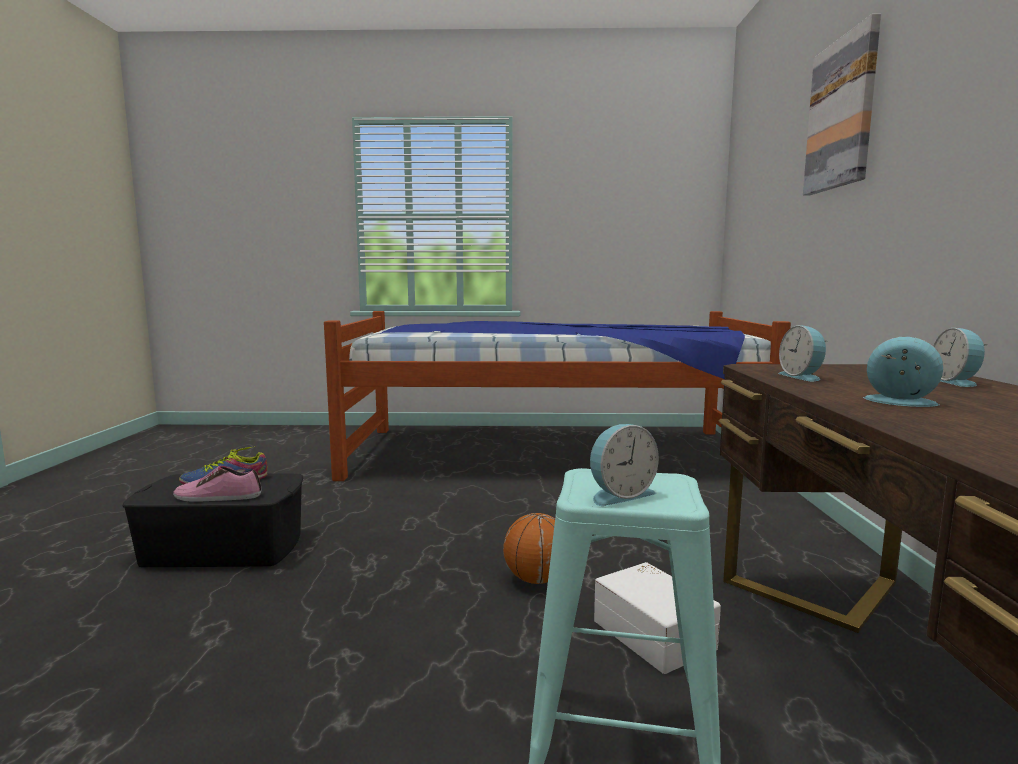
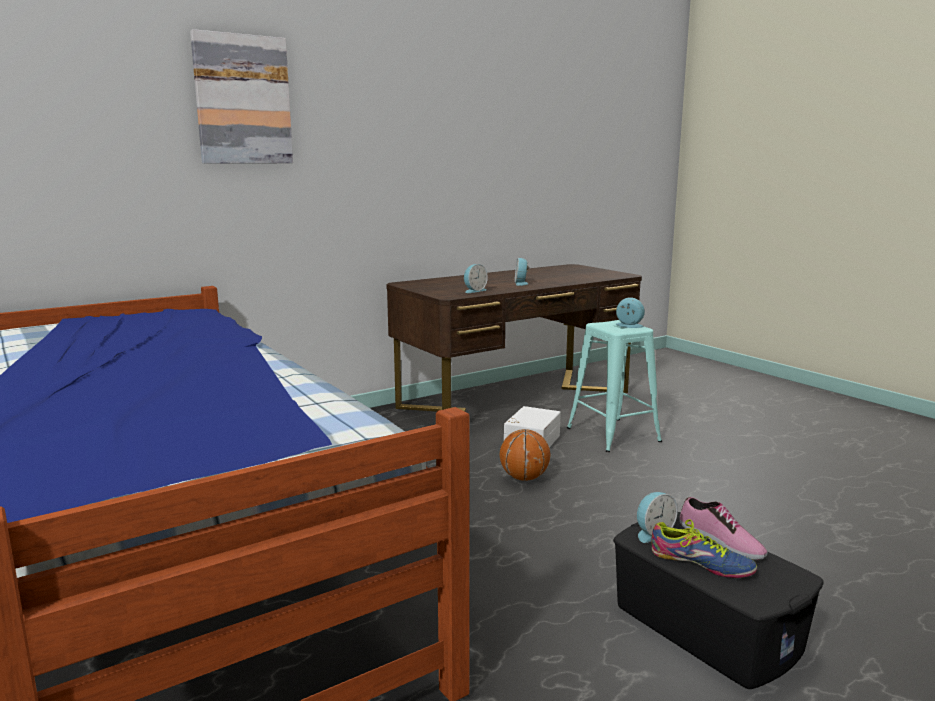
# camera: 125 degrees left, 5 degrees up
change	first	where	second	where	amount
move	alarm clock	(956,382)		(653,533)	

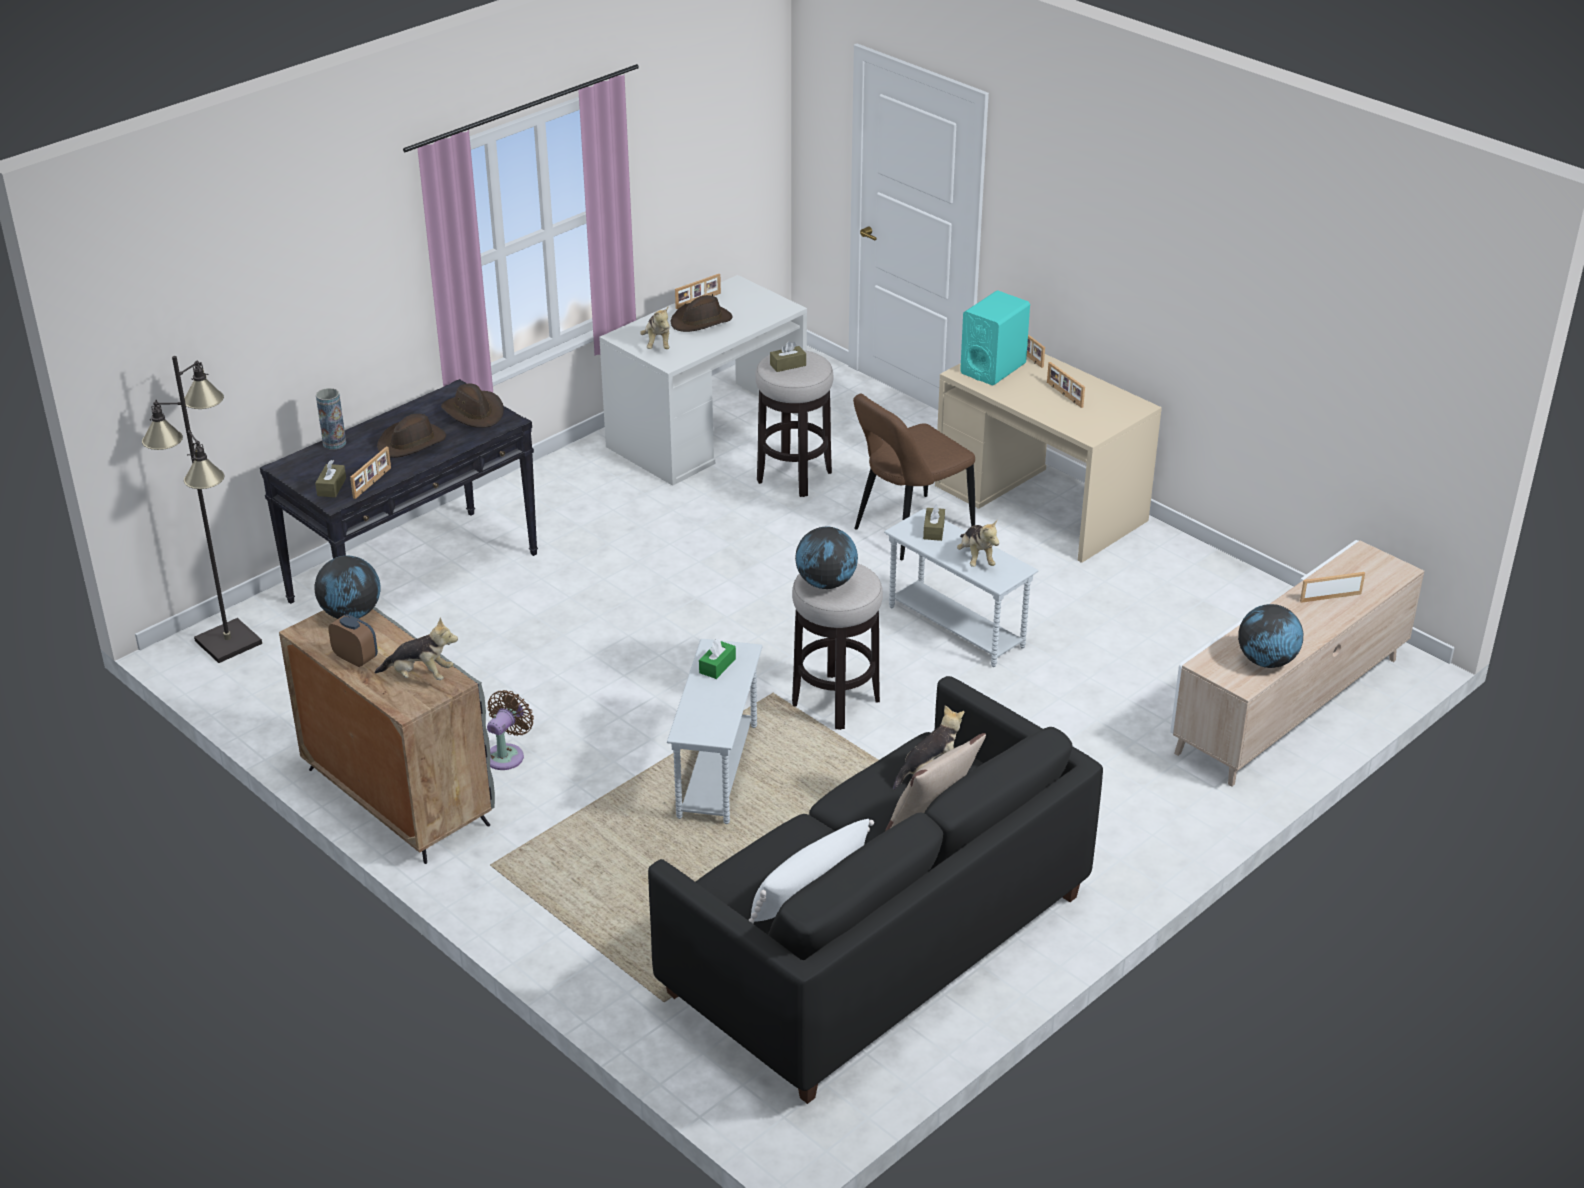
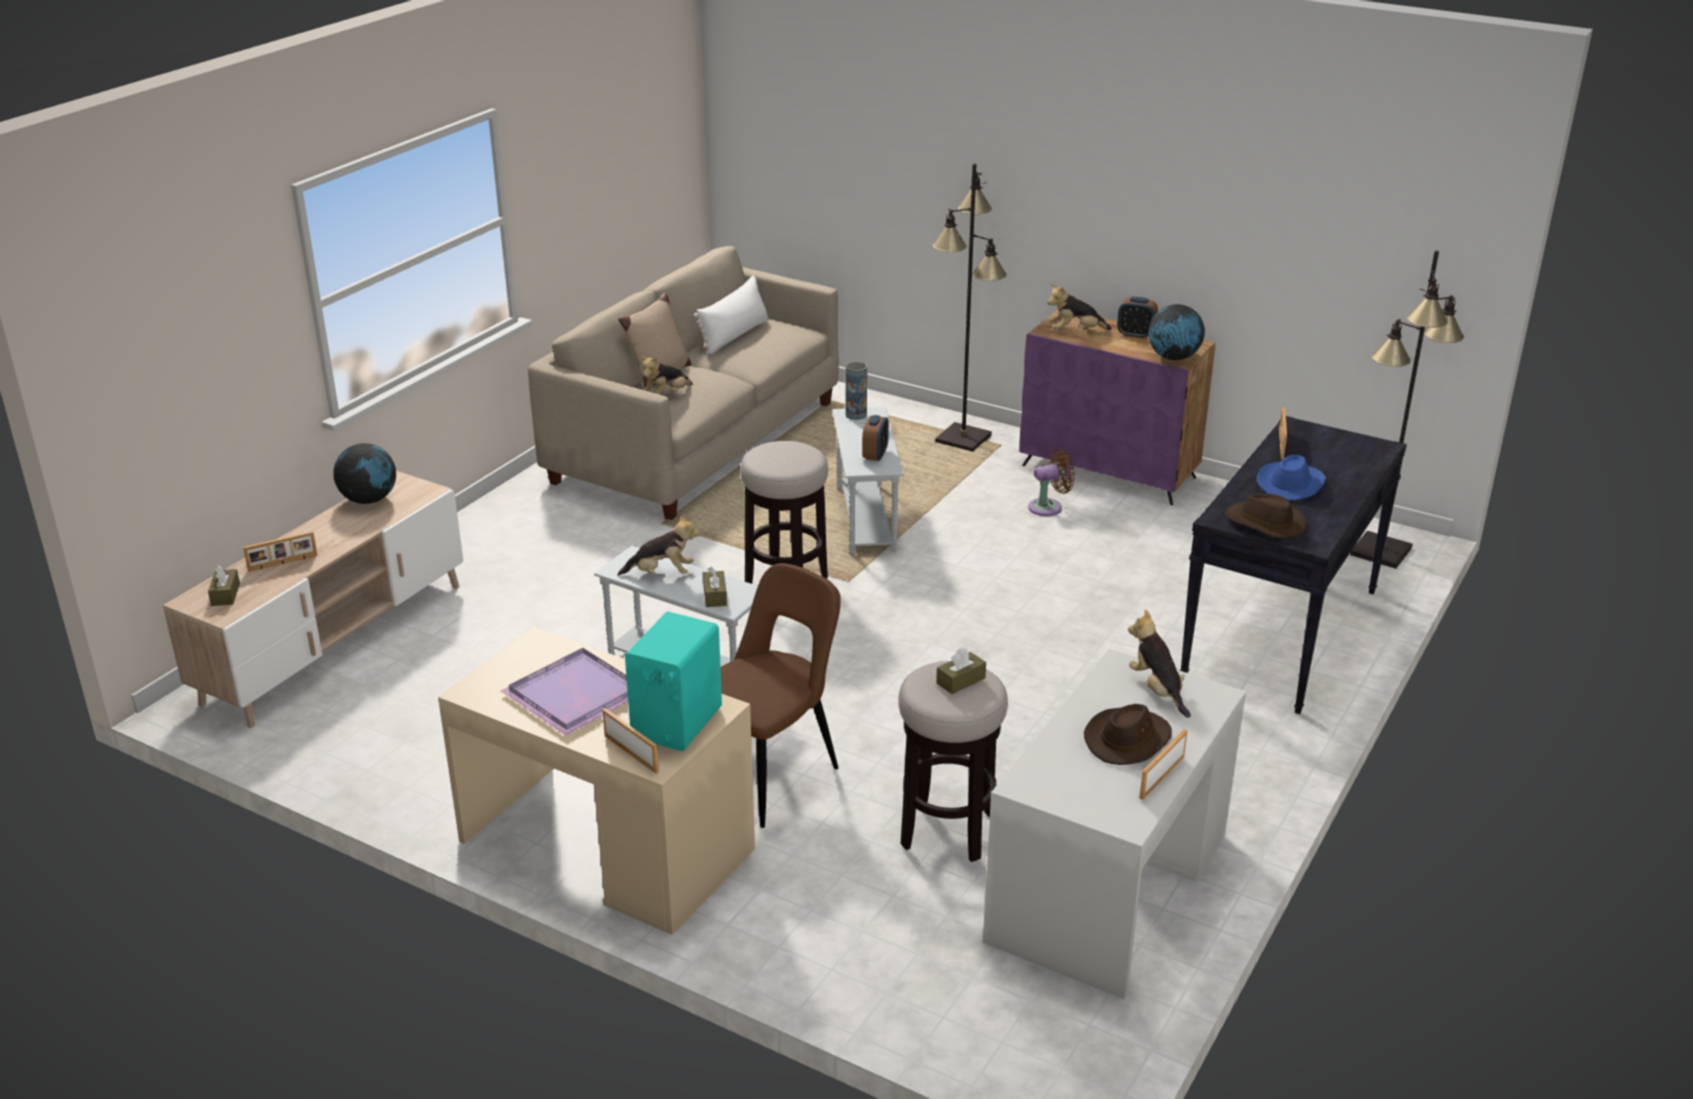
# camera: 165 degrees right, 5 degrees down
change	first	where	second	where	amount
recolor	grey cabinet	(396,796)	purple cabinet	(1109,471)	
move	brown tissue box	(331,487)		(225,594)	
move	vase	(334,443)		(856,415)	
recolor	brown hat	(412,443)	blue hat	(1290,484)	
rotate	brown fan	(507,755)		(1049,507)	120 degrees counterclockwise
recolor	black sofa	(877,944)	beige sofa	(696,442)	
replace	green tissue box	(717,666)	alarm clock	(875,455)	
delete	globe	(826,583)			
rotate	plush toy	(976,558)		(662,574)	120 degrees clockwise
replace	picture frame	(1064,395)	purple tray	(572,695)	
insert			black floor lamp	(964,439)	

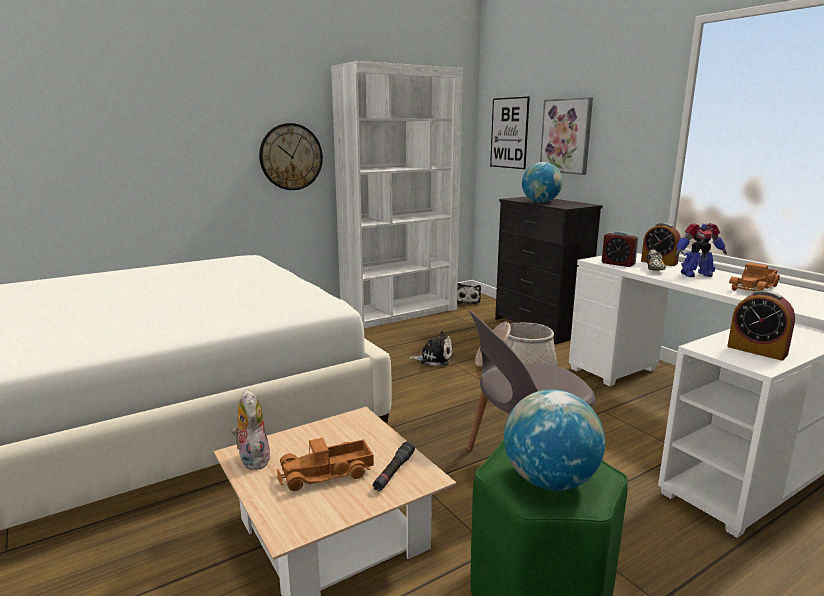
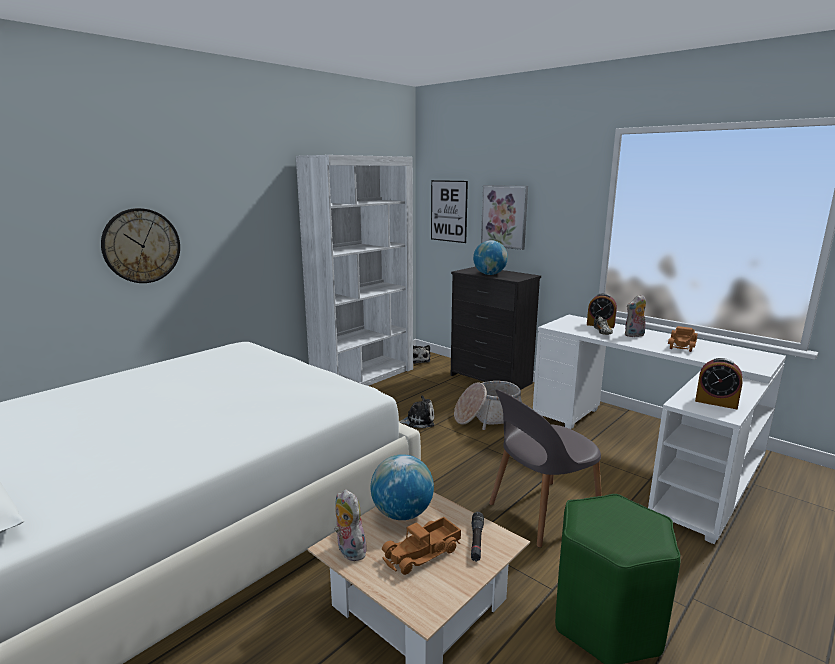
# camera: 15 degrees left, 0 degrees up
change	first	where	second	where	amount
move	wall clock	(291,157)		(141,246)	
move	globe	(549,481)		(402,513)	
delete	alarm clock	(618,264)			
replace	toy robot	(695,274)	plush toy	(634,335)	

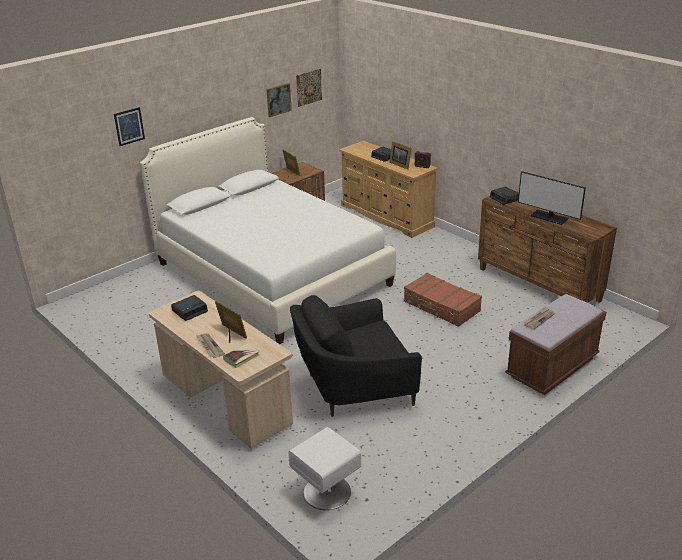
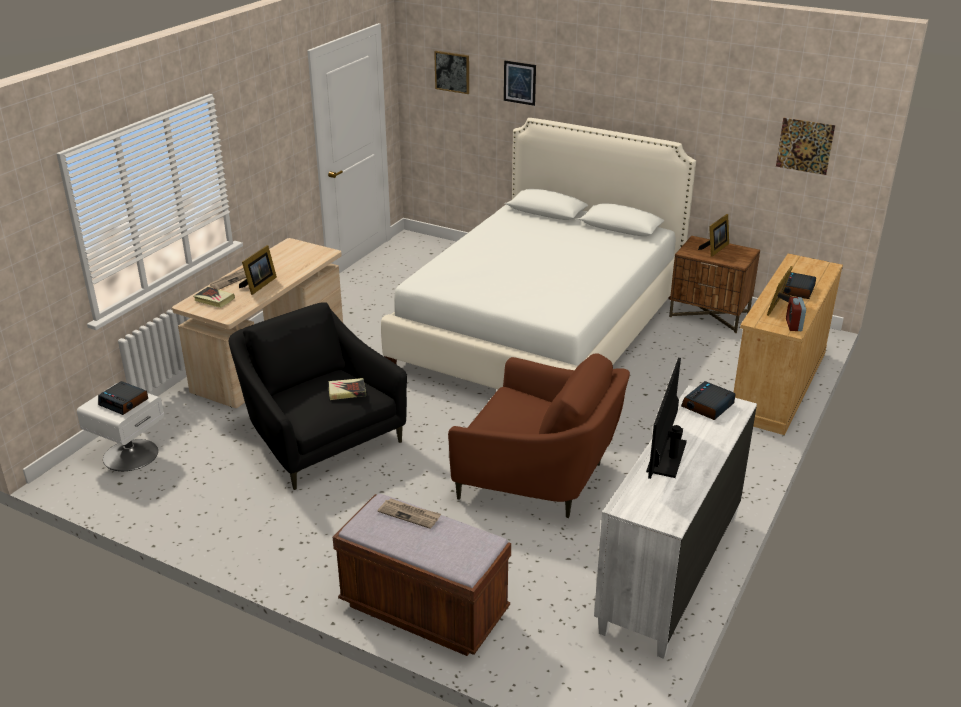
# camera: 70 degrees right, 0 degrees up
change	first	where	second	where	amount
move	alarm clock	(190,311)		(124,402)	
move	picture	(278,99)		(452,72)	
replace	brown suitcase	(441,307)	brown armchair	(539,477)	
recolor	brown dresser	(538,285)	white dresser	(669,572)	
insert			book	(347,391)	

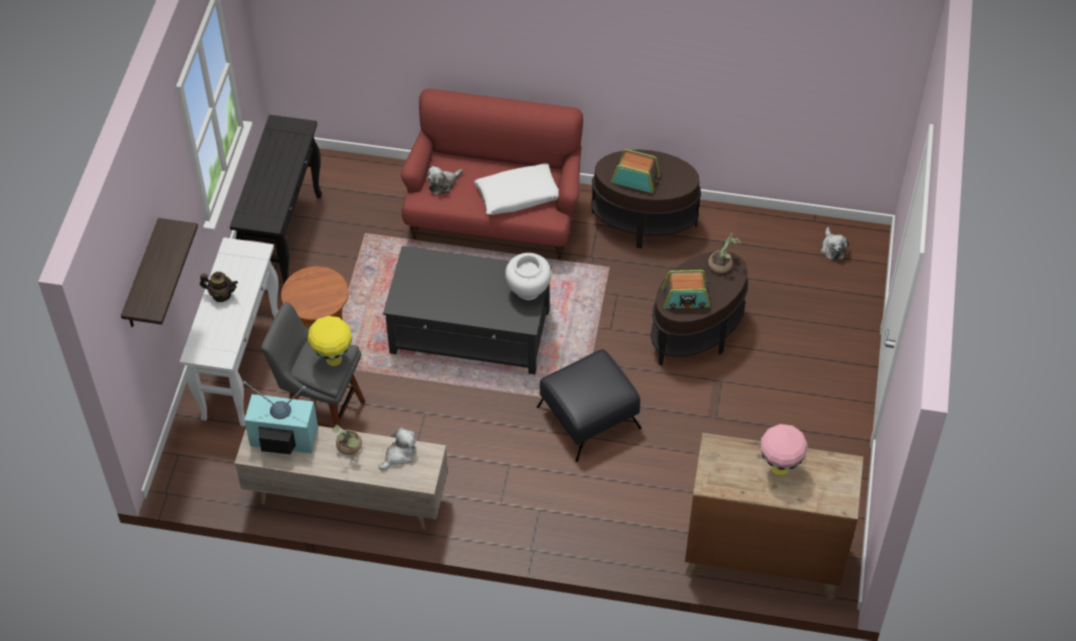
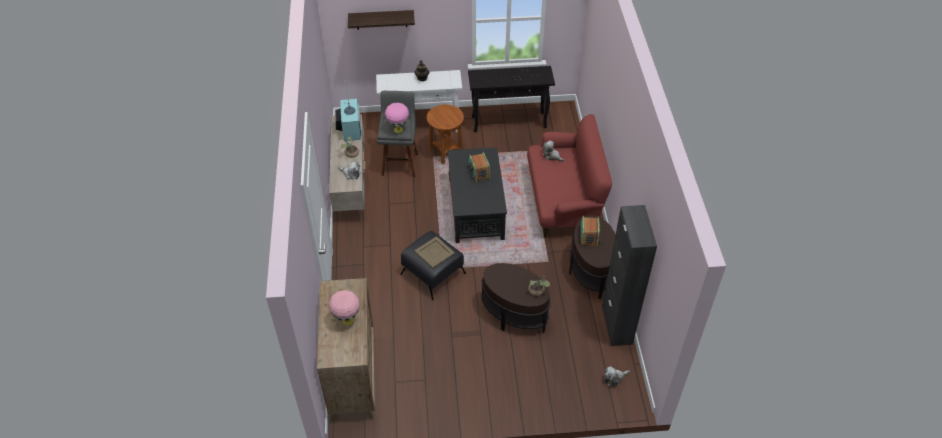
# camera: 75 degrees right, 5 degrees down
change	first	where	second	where	amount
recolor	yellow table lamp	(333,359)	pink table lamp	(398,129)	
delete	white pillow	(518,195)			
delete	white vase	(528,291)			
move	radio	(685,298)		(478,172)	
insert			beige tray	(434,252)	
insert			black cabinet	(617,325)	

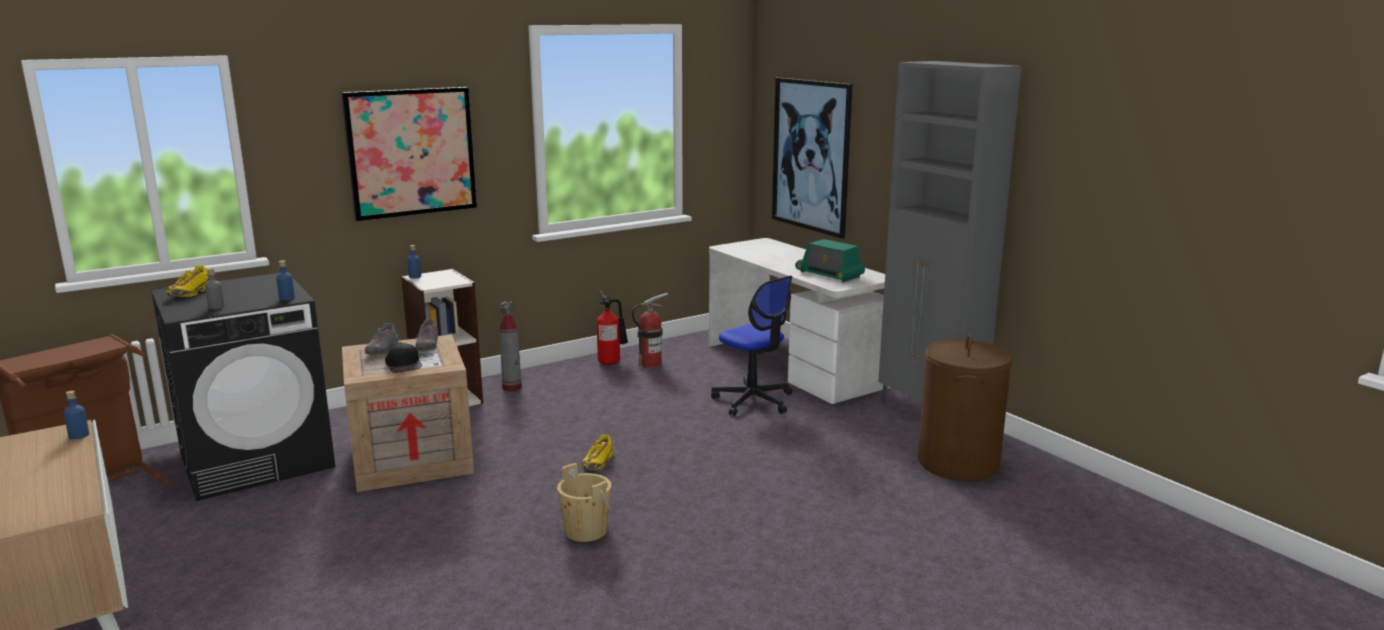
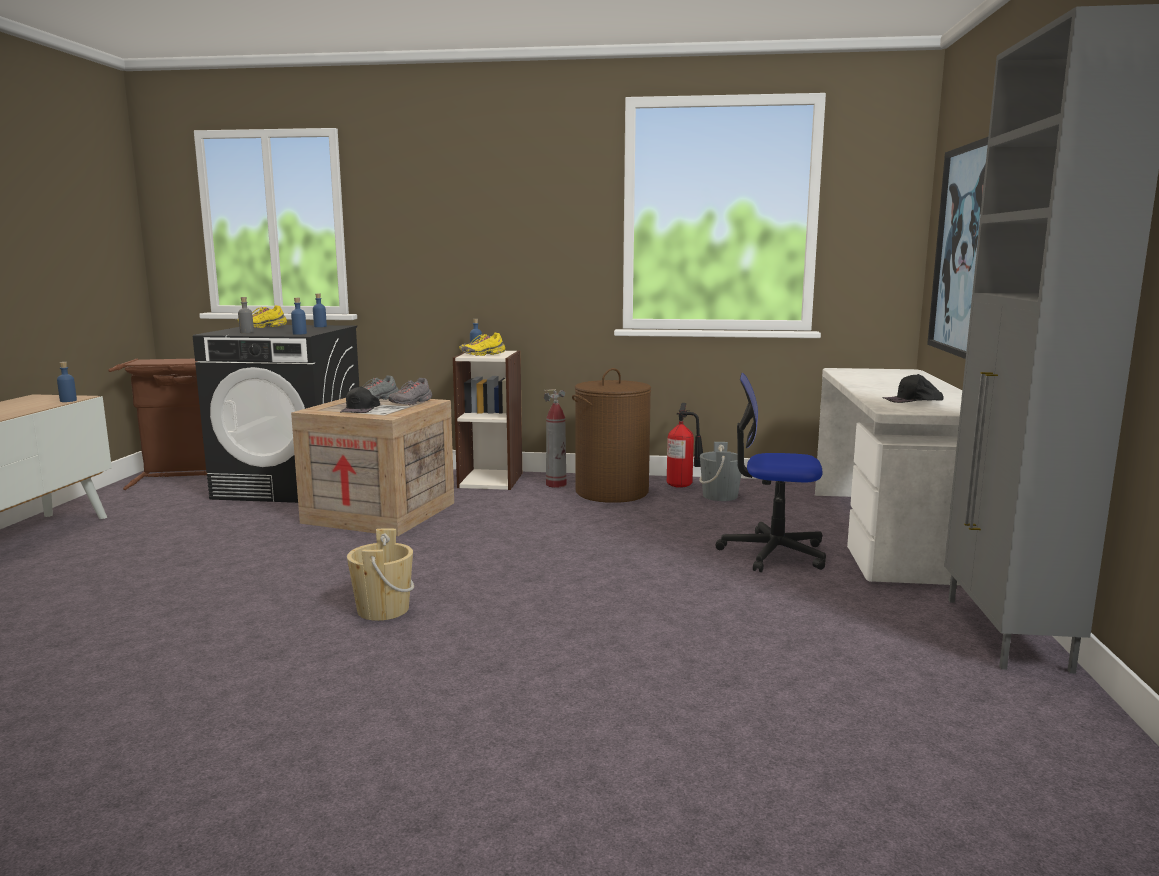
# camera: 40 degrees right, 5 degrees down
change	first	where	second	where	amount
delete	picture	(411,152)			
move	yellow shoe	(598,463)		(483,354)	
replace	fire extinguisher	(651,364)	grey bucket	(720,496)	
rotate	office chair	(753,401)		(773,553)	105 degrees clockwise
replace	radio	(829,274)	black cap	(913,400)	
move	brown laundry basket	(957,463)		(611,492)	
insert			blue bottle	(320,326)	

